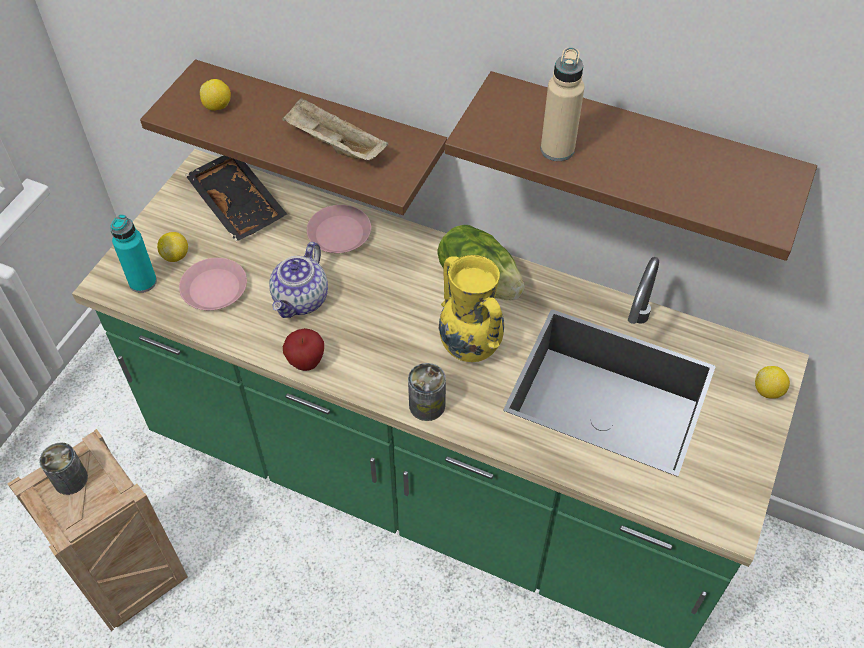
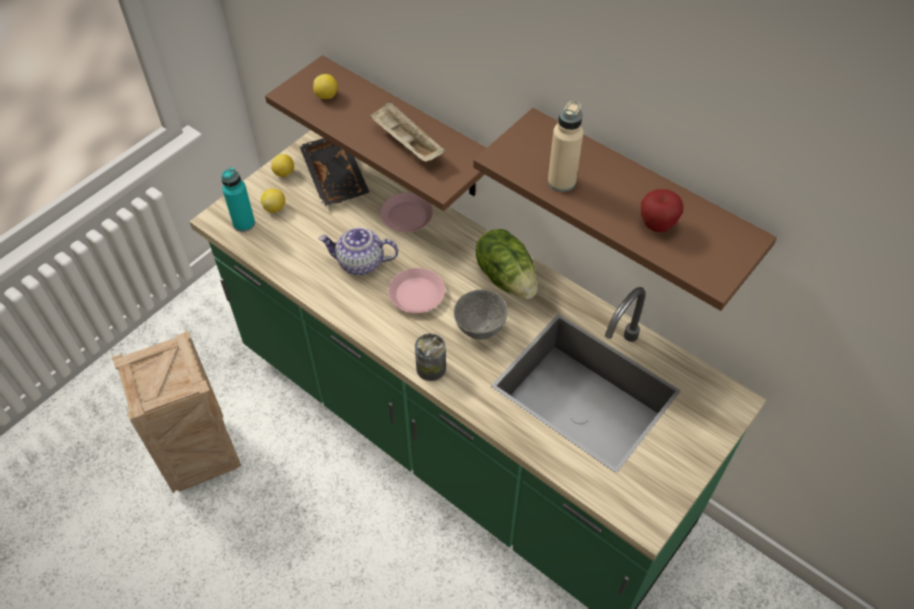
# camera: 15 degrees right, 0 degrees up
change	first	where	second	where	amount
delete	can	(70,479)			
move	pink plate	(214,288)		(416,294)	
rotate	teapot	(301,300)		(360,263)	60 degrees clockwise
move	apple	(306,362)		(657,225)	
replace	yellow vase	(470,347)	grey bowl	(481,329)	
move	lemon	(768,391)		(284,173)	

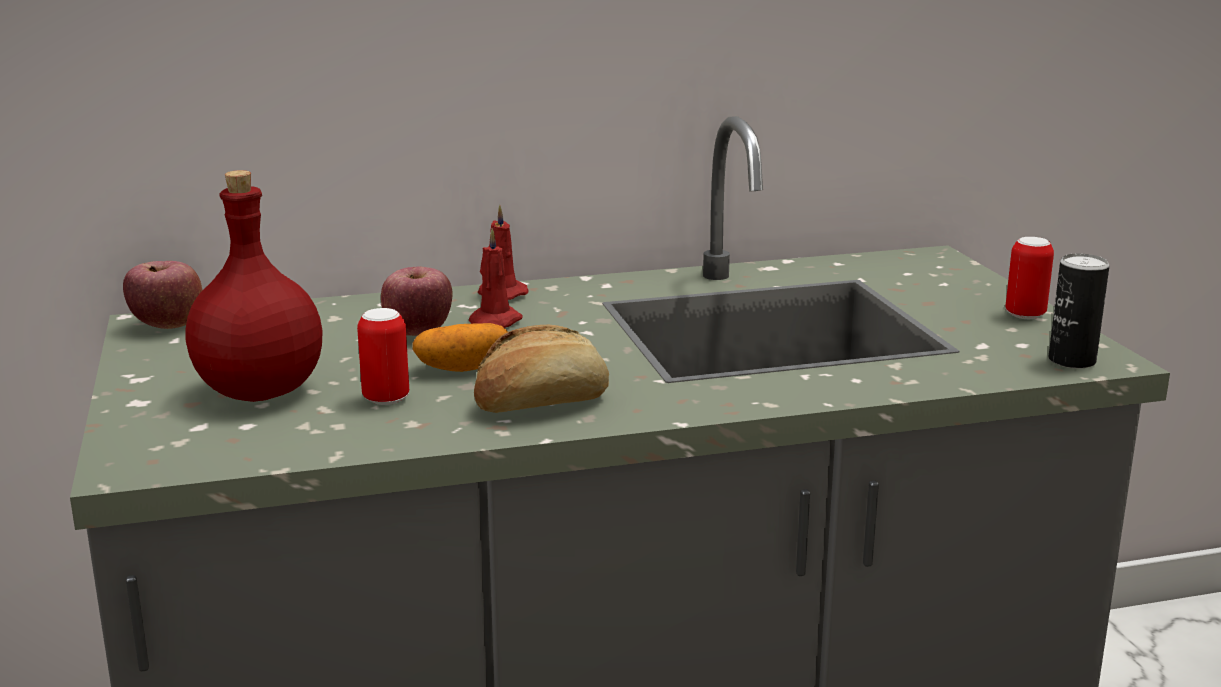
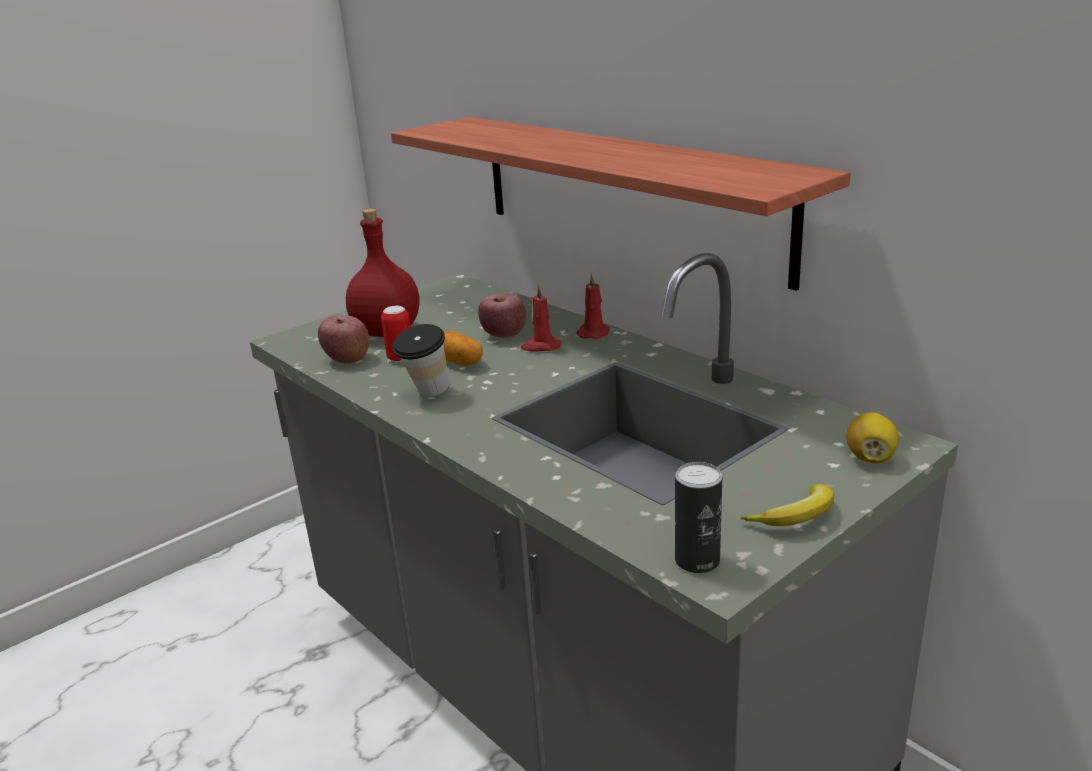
# camera: 65 degrees right, 5 degrees up
change	first	where	second	where	amount
move	apple	(168,325)		(347,359)	
replace	bread	(540,402)	cup	(426,394)	
replace	can	(1025,315)	banana	(797,517)	
insert			shelf	(625,193)	
insert			lemon	(870,458)	

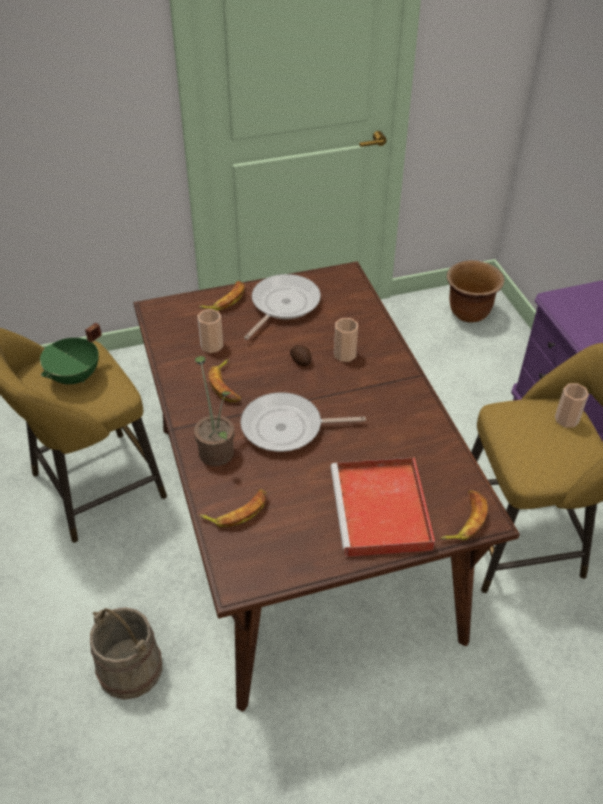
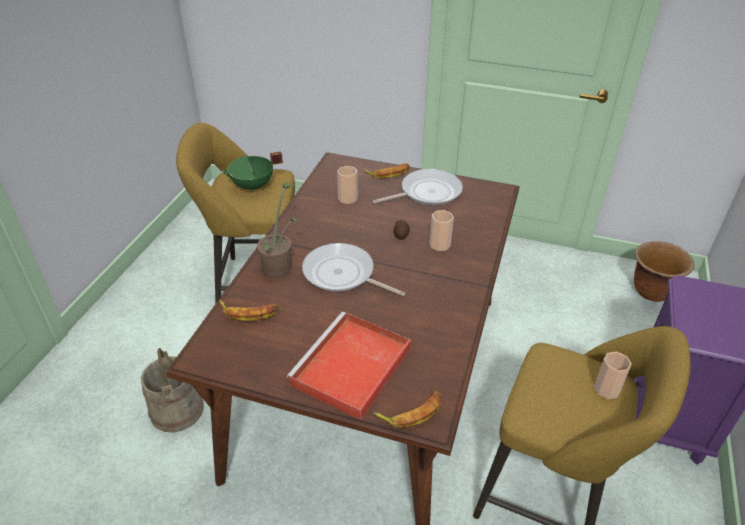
# camera: 35 degrees right, 5 degrees down
change	first	where	second	where	amount
delete	banana	(226,385)			

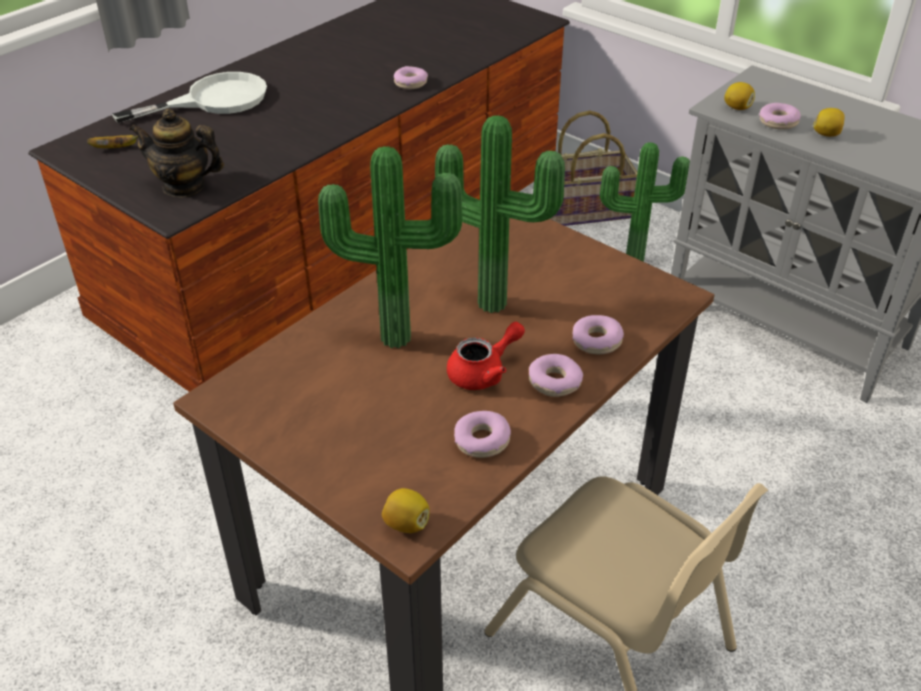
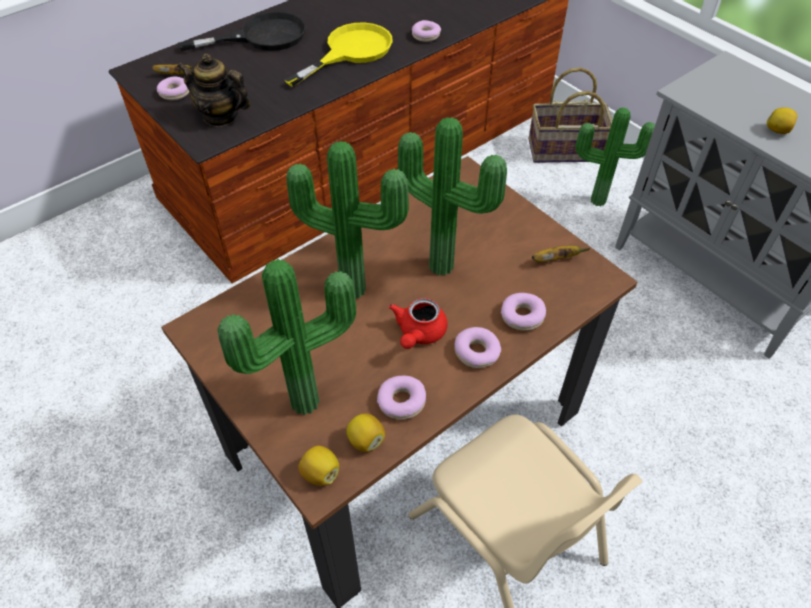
# camera: 10 degrees right, 10 degrees up
change	first	where	second	where	amount
recolor	white frying pan	(213,100)	black frying pan	(261,36)	
rotate	red teapot	(483,372)		(418,333)	135 degrees clockwise
move	lemon	(737,108)		(366,440)	
move	donut	(778,122)		(175,93)	
insert			potted plant	(309,406)	
insert			yellow frying pan	(350,51)	
insert			banana	(556,259)	

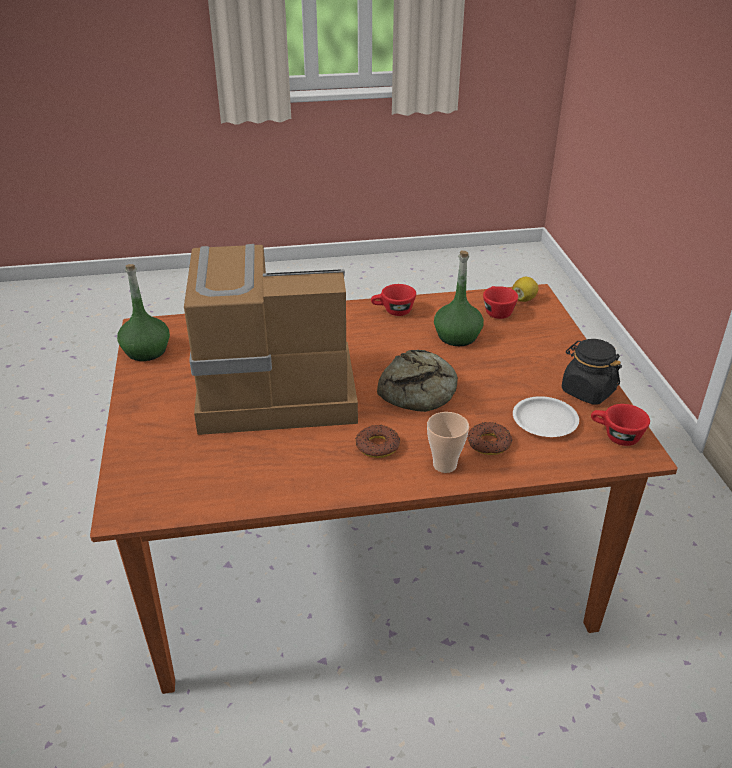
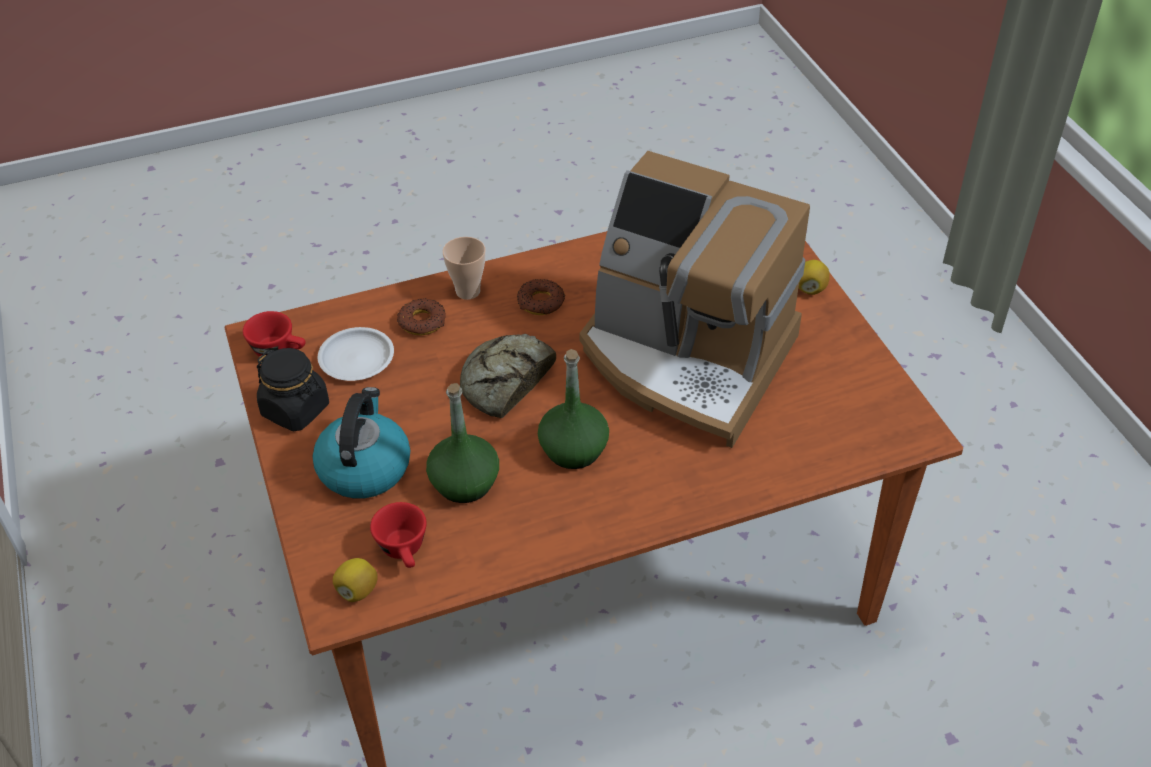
# camera: 170 degrees right, 10 degrees up
change	first	where	second	where	amount
move	green bottle	(146,351)		(574,449)	
rotate	coffee machine	(273,387)		(686,358)	45 degrees clockwise
delete	red cup	(393,311)			
insert			kettle	(364,467)	
insert			lemon	(810,288)	

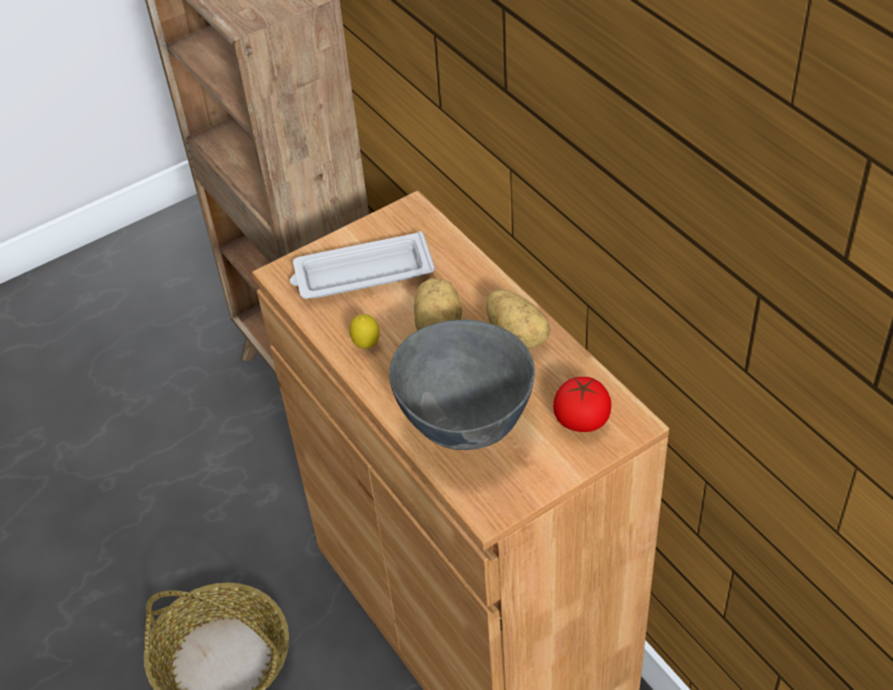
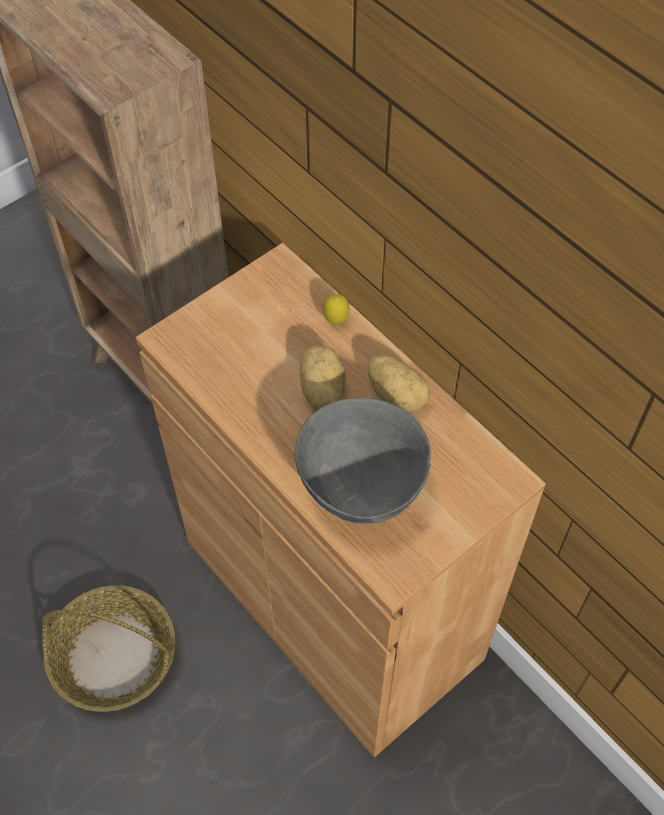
# camera: 10 degrees left, 10 degrees up
change	first	where	second	where	amount
delete	white tray	(361,274)			
move	lemon	(366,346)		(336,320)	
delete	tomato	(581,419)			

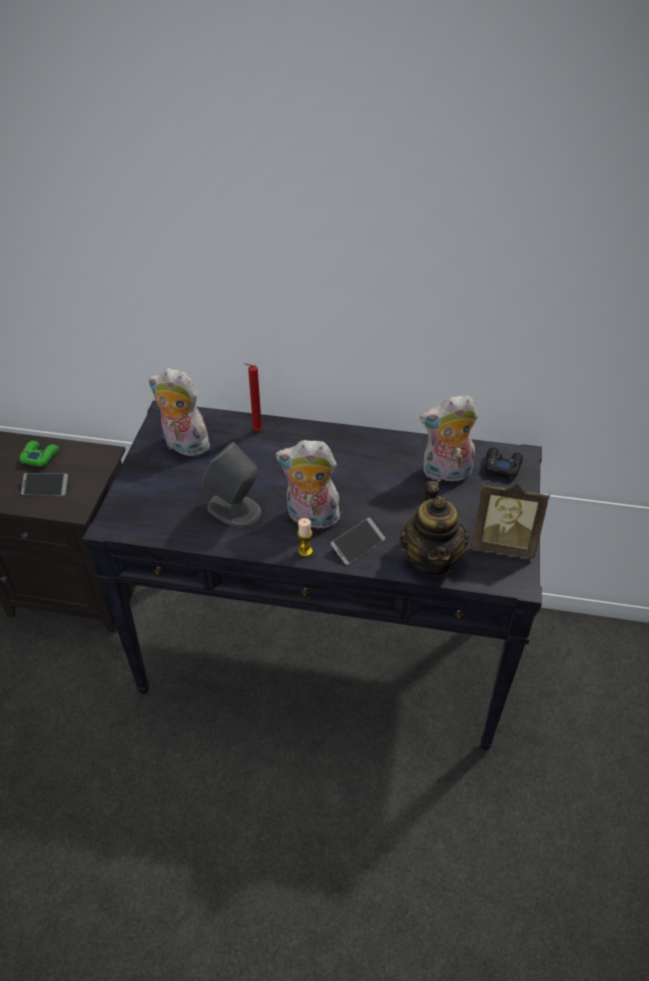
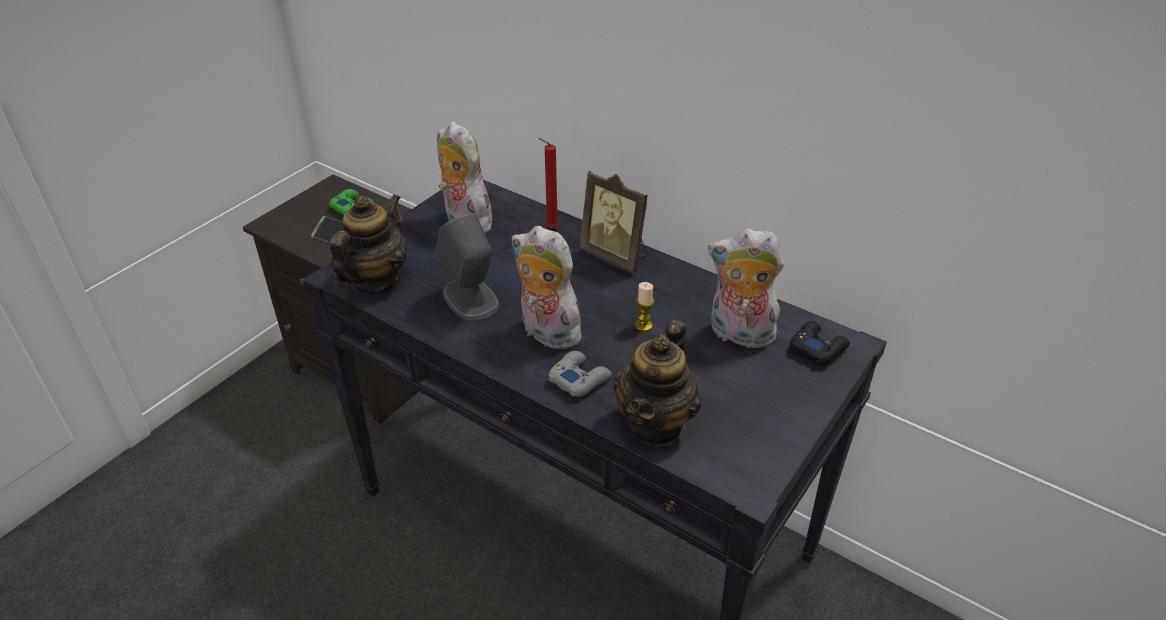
# camera: 25 degrees right, 5 degrees down
change	first	where	second	where	amount
move	candle	(305,551)		(643,325)	
replace	phone	(357,545)	grey game controller	(579,378)	
move	picture frame	(503,544)		(616,255)	
insert			teapot	(375,280)	

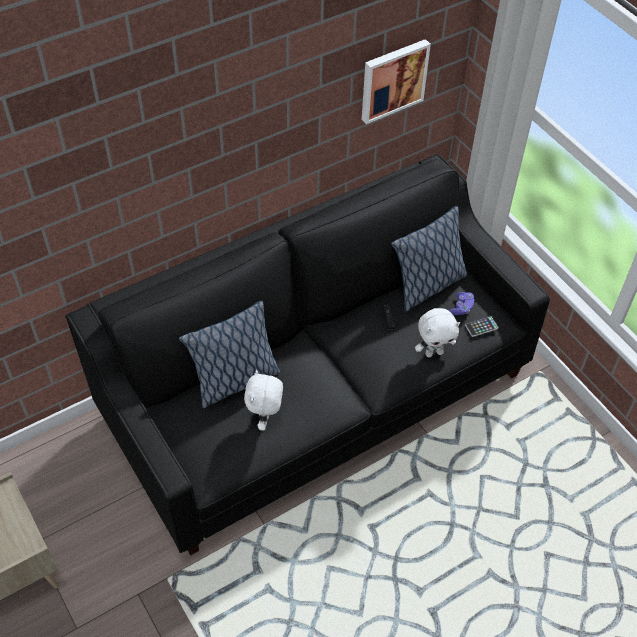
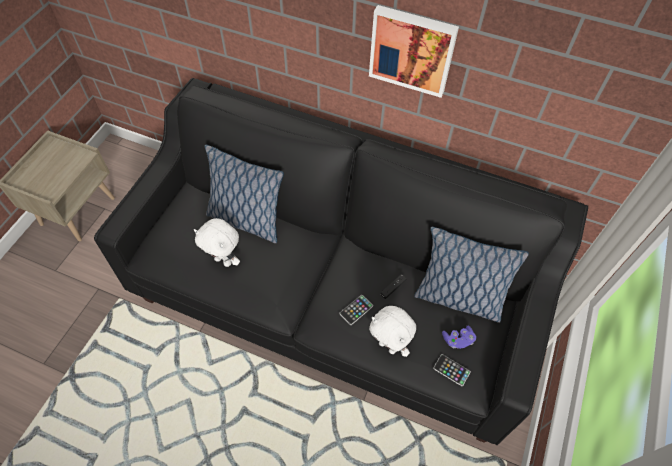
# camera: 55 degrees right, 5 degrees up
change	first	where	second	where	amount
rotate	white plush toy	(265,419)		(224,260)	120 degrees counterclockwise
move	picture	(392,79)		(412,50)	
insert			phone	(356,310)	

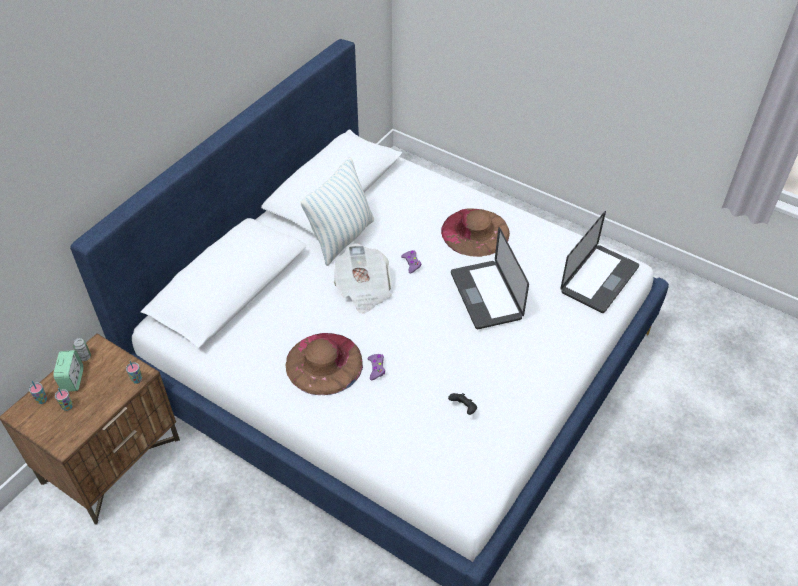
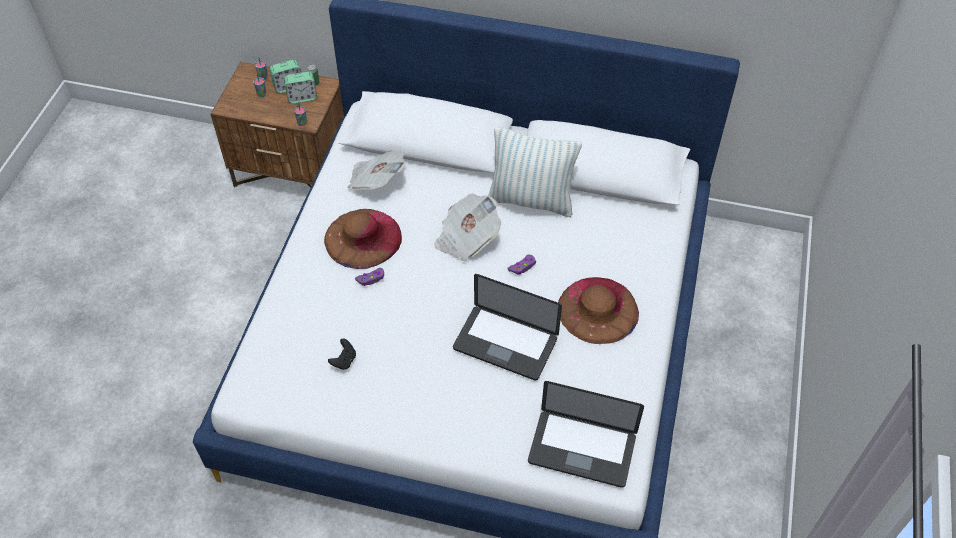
# camera: 70 degrees right, 5 degrees up
change	first	where	second	where	amount
rotate	laptop	(486,295)		(505,343)	120 degrees counterclockwise
insert			alarm clock	(302,97)	
insert			newspaper	(376,181)	

